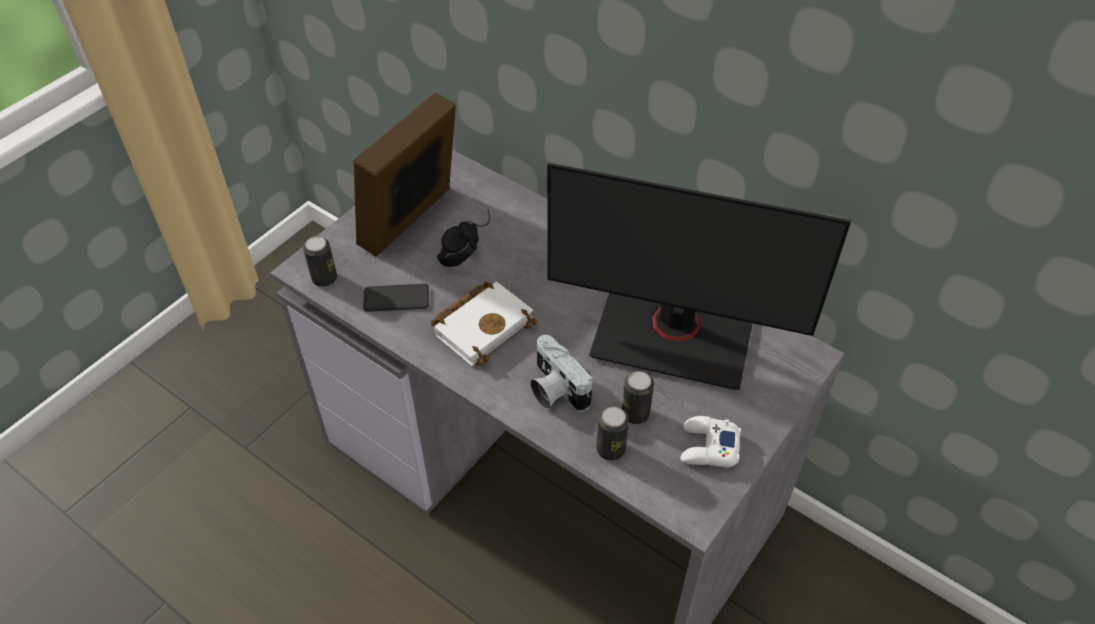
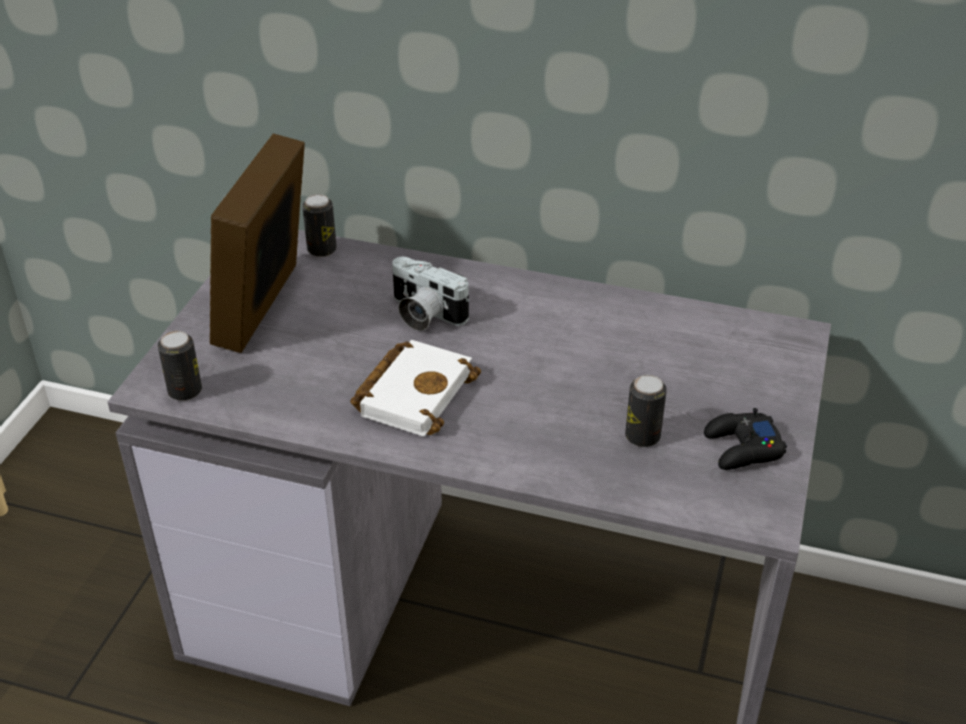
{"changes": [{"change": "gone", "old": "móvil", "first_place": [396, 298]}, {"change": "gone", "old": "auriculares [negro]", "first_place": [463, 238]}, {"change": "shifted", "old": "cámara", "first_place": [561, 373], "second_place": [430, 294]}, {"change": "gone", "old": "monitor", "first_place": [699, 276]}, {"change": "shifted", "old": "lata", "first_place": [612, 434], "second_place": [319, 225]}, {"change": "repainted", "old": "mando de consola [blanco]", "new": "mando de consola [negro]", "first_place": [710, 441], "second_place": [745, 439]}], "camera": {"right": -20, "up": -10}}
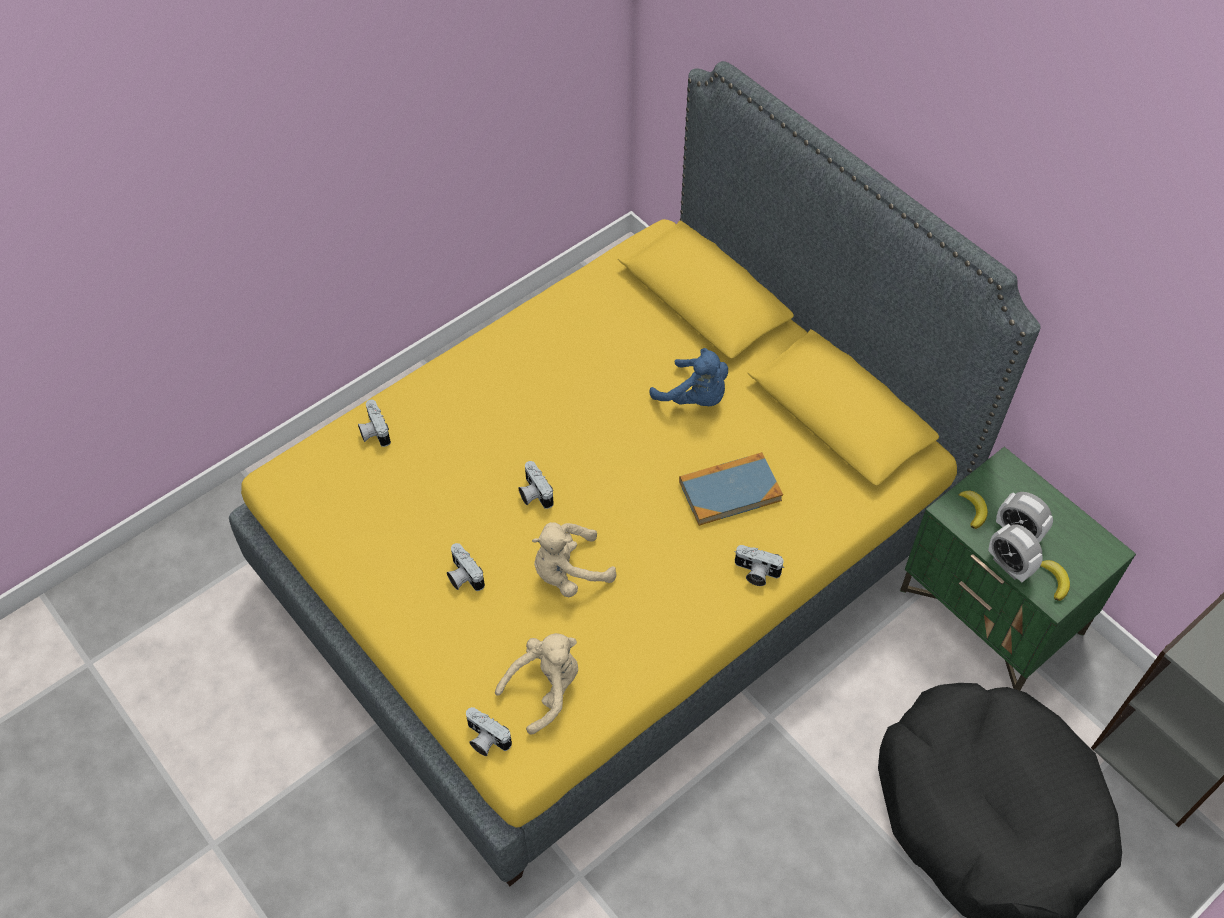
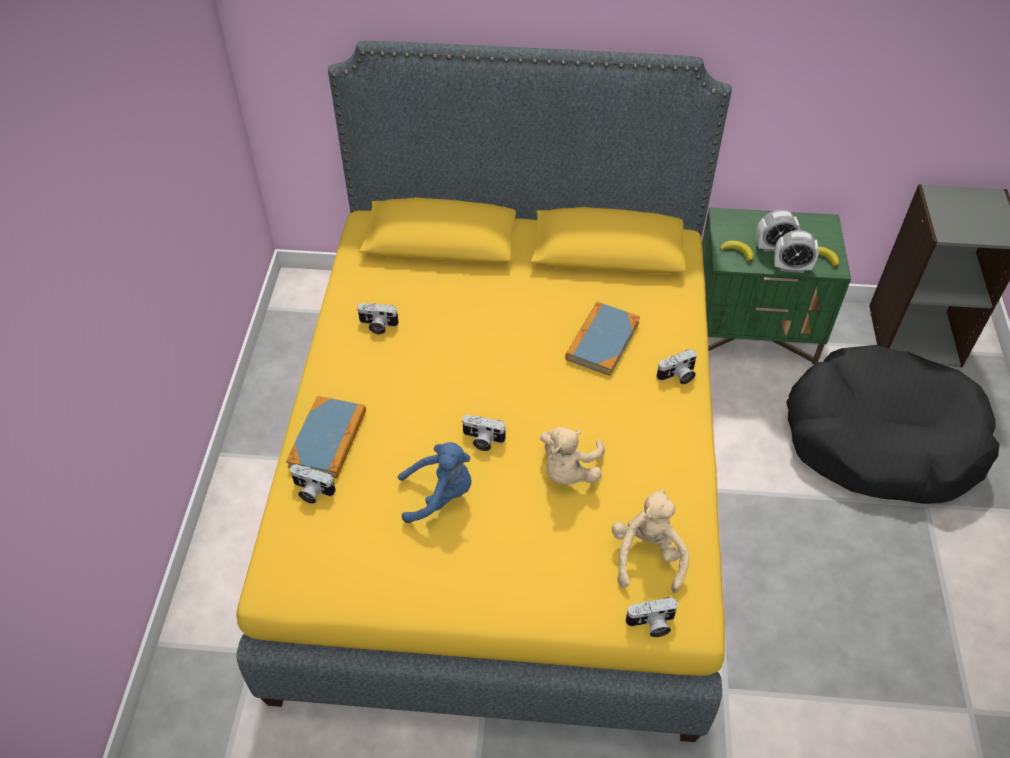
{"changes": [{"change": "shifted", "old": "cámara", "first_place": [466, 567], "second_place": [378, 319]}, {"change": "shifted", "old": "peluche [azul]", "first_place": [689, 377], "second_place": [435, 482]}, {"change": "new", "new": "libro", "second_place": [326, 437]}], "camera": {"right": -45, "up": -5}}
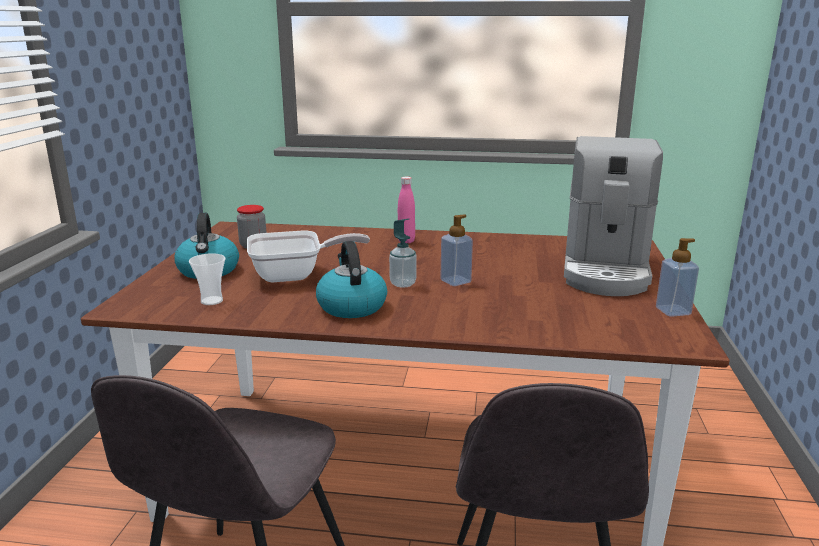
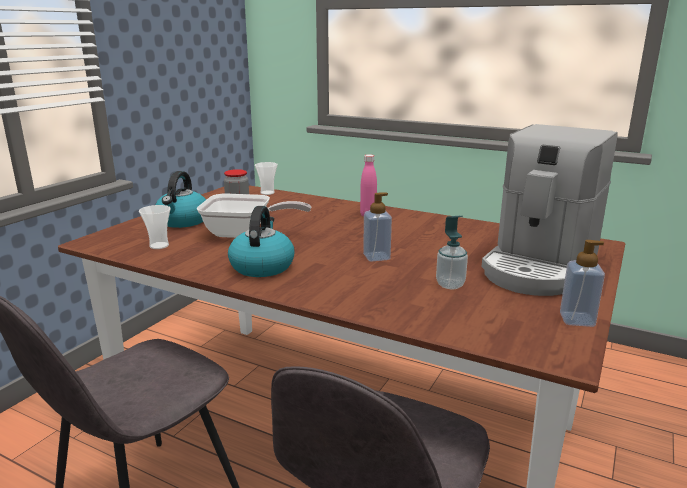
{"changes": [{"change": "shifted", "old": "dispensador de jabón", "first_place": [402, 253], "second_place": [452, 252]}, {"change": "new", "new": "taza", "second_place": [266, 178]}], "camera": {"right": 20, "up": 0}}
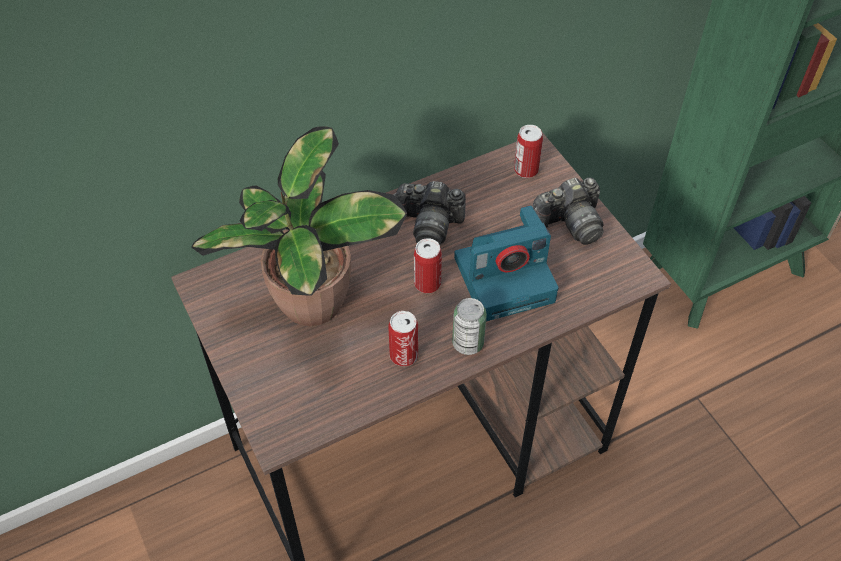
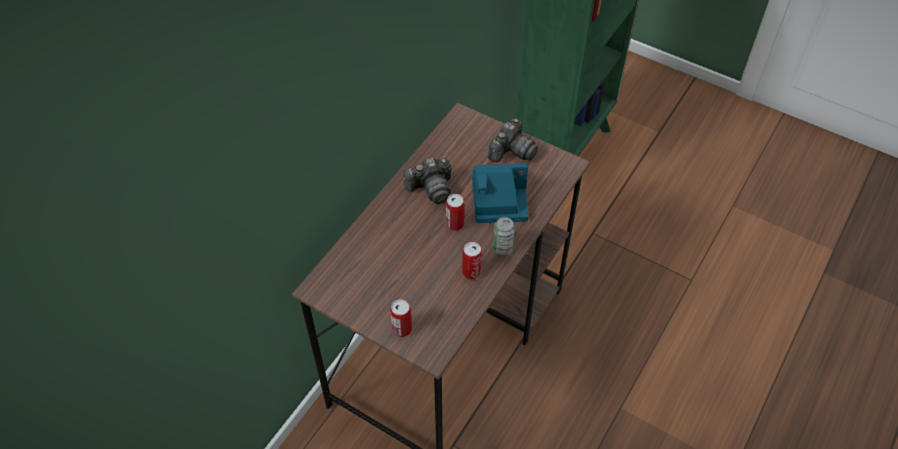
{"changes": [{"change": "gone", "old": "planta en maceta", "first_place": [299, 226]}, {"change": "rotated", "old": "cámara", "first_place": [506, 263], "second_place": [500, 192], "degrees": -135}, {"change": "shifted", "old": "lata", "first_place": [528, 151], "second_place": [401, 318]}], "camera": {"right": -30, "up": 0}}
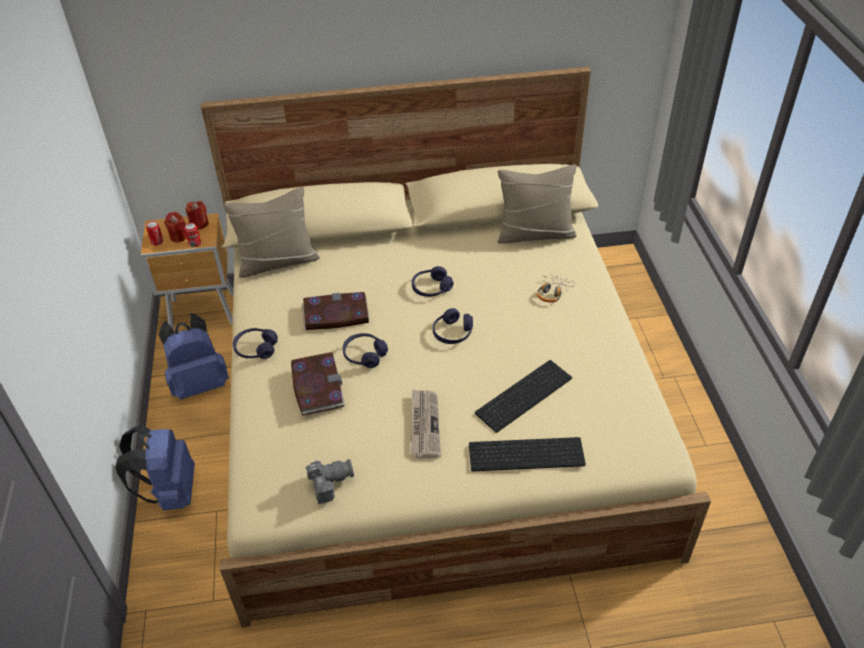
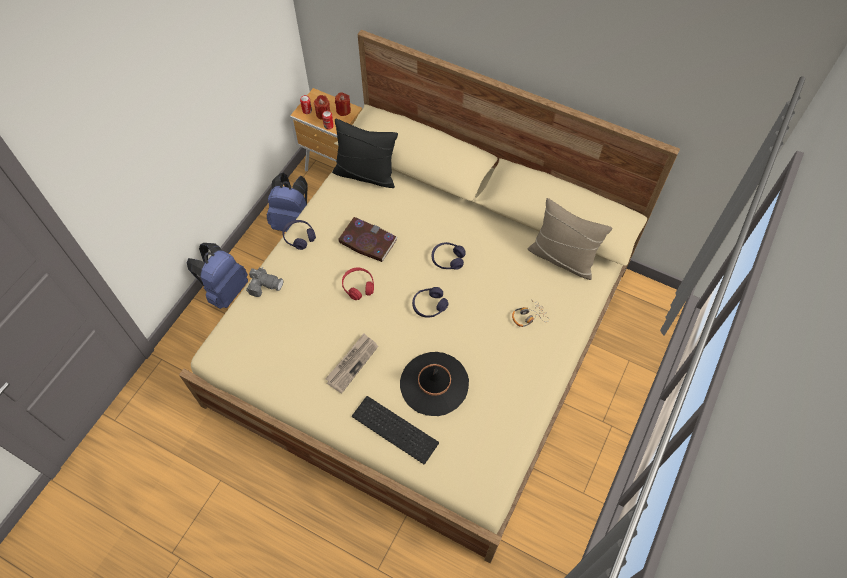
{"changes": [{"change": "repainted", "old": "cojín [beis]", "new": "cojín [negro]", "first_place": [271, 232], "second_place": [365, 153]}, {"change": "gone", "old": "libro", "first_place": [318, 384]}, {"change": "shifted", "old": "cámara", "first_place": [330, 481], "second_place": [264, 282]}, {"change": "repainted", "old": "auriculares [morado]", "new": "auriculares [rojo]", "first_place": [365, 350], "second_place": [358, 284]}, {"change": "swapped", "old": "teclado", "new": "sombrero [negro]", "first_place": [523, 396], "second_place": [434, 384]}], "camera": {"right": 35, "up": 15}}
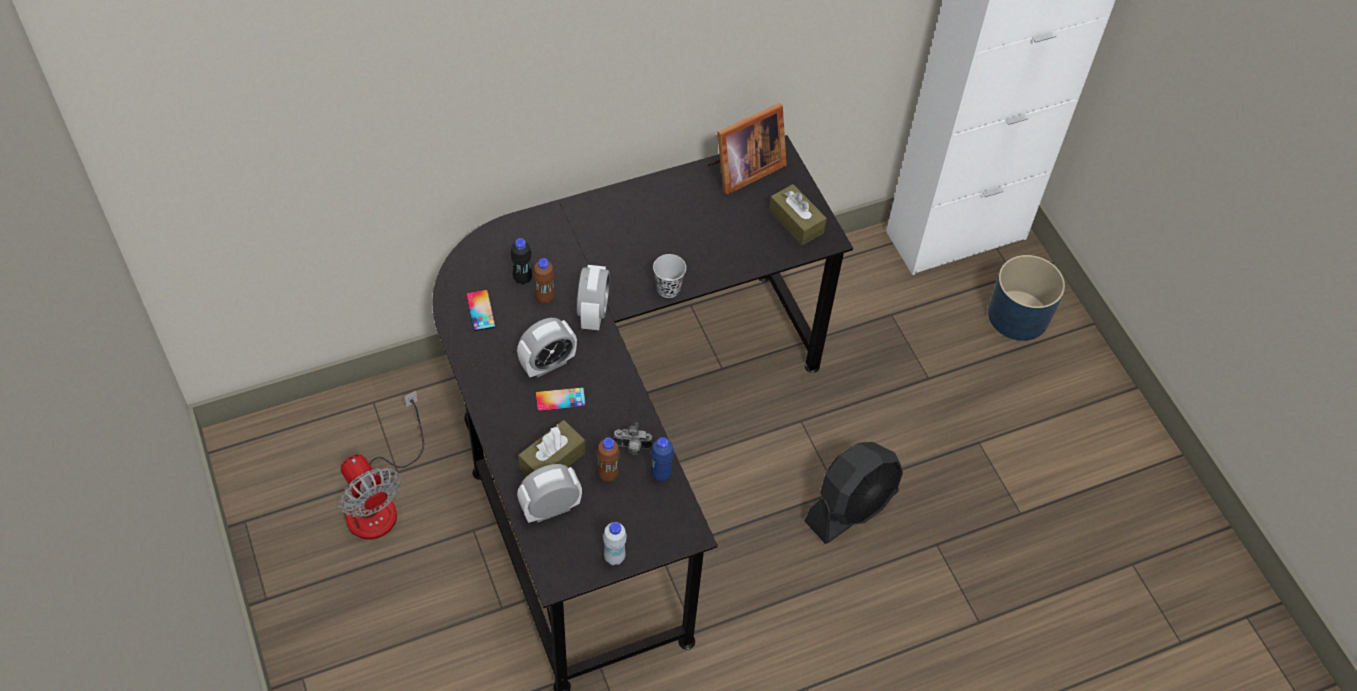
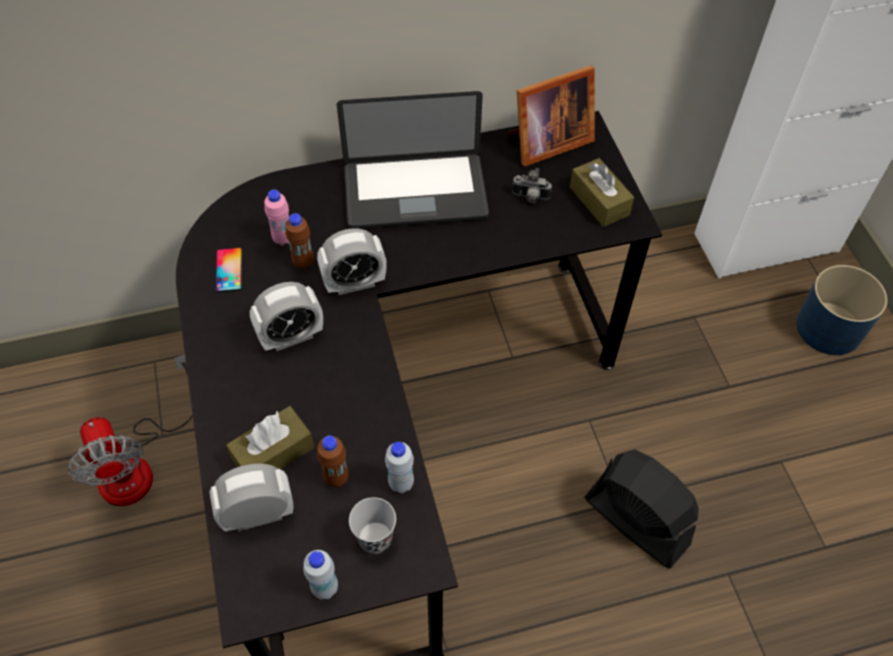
{"changes": [{"change": "repainted", "old": "botella [negro]", "new": "botella [rosa]", "first_place": [521, 261], "second_place": [276, 218]}, {"change": "gone", "old": "móvil", "first_place": [561, 399]}, {"change": "rotated", "old": "despertador", "first_place": [593, 297], "second_place": [352, 261], "degrees": 60}, {"change": "shifted", "old": "cámara", "first_place": [632, 439], "second_place": [532, 185]}, {"change": "repainted", "old": "botella [azul]", "new": "botella [blanco]", "first_place": [662, 459], "second_place": [399, 467]}, {"change": "shifted", "old": "taza [negro]", "first_place": [669, 276], "second_place": [372, 525]}, {"change": "rotated", "old": "ventilador [negro]", "first_place": [854, 493], "second_place": [641, 509], "degrees": -105}, {"change": "new", "new": "portátil", "second_place": [413, 160]}], "camera": {"right": 10, "up": 0}}
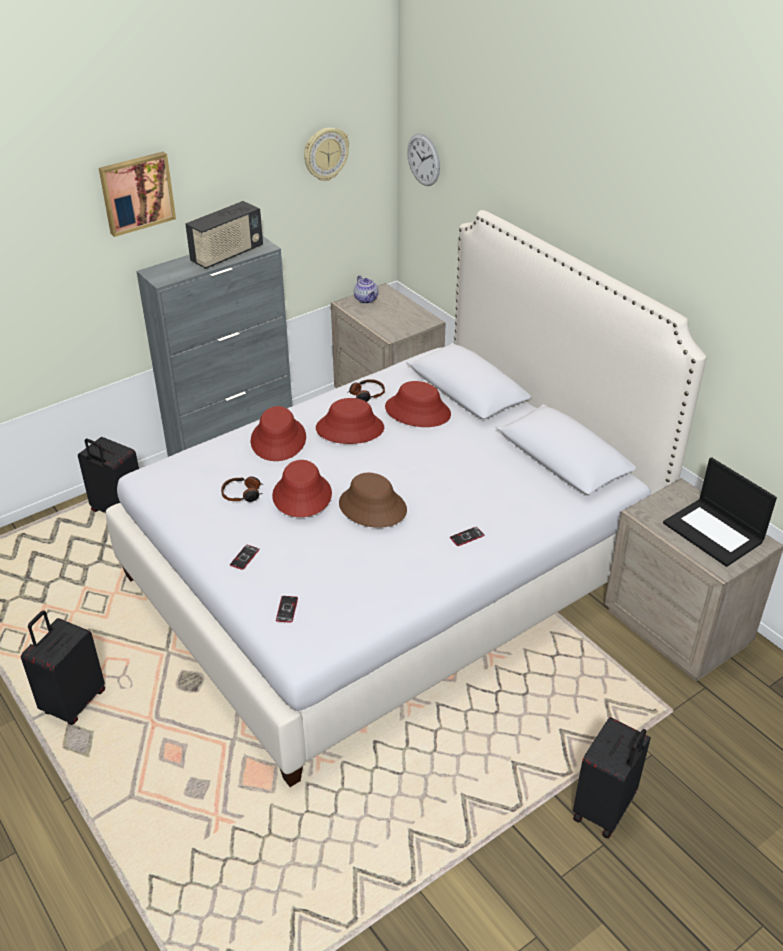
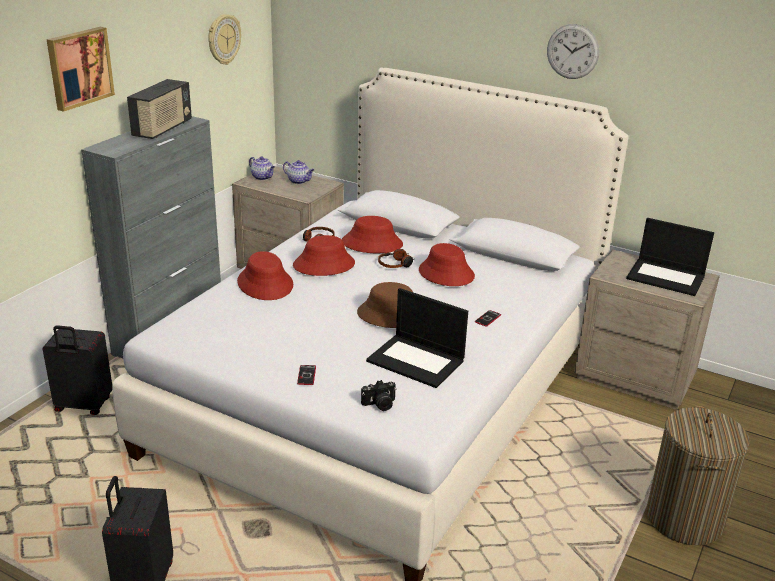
{"changes": [{"change": "shifted", "old": "auriculares", "first_place": [242, 489], "second_place": [396, 258]}, {"change": "shifted", "old": "sombrero [rojo]", "first_place": [302, 488], "second_place": [447, 264]}, {"change": "swapped", "old": "móvil", "new": "cámara", "first_place": [287, 609], "second_place": [378, 395]}, {"change": "shifted", "old": "reloj de pared", "first_place": [423, 159], "second_place": [573, 51]}, {"change": "swapped", "old": "maleta [negro]", "new": "cesto de la ropa", "first_place": [612, 778], "second_place": [698, 475]}, {"change": "new", "new": "tetera", "second_place": [299, 172]}, {"change": "new", "new": "portátil", "second_place": [417, 338]}], "camera": {"right": -25, "up": -10}}
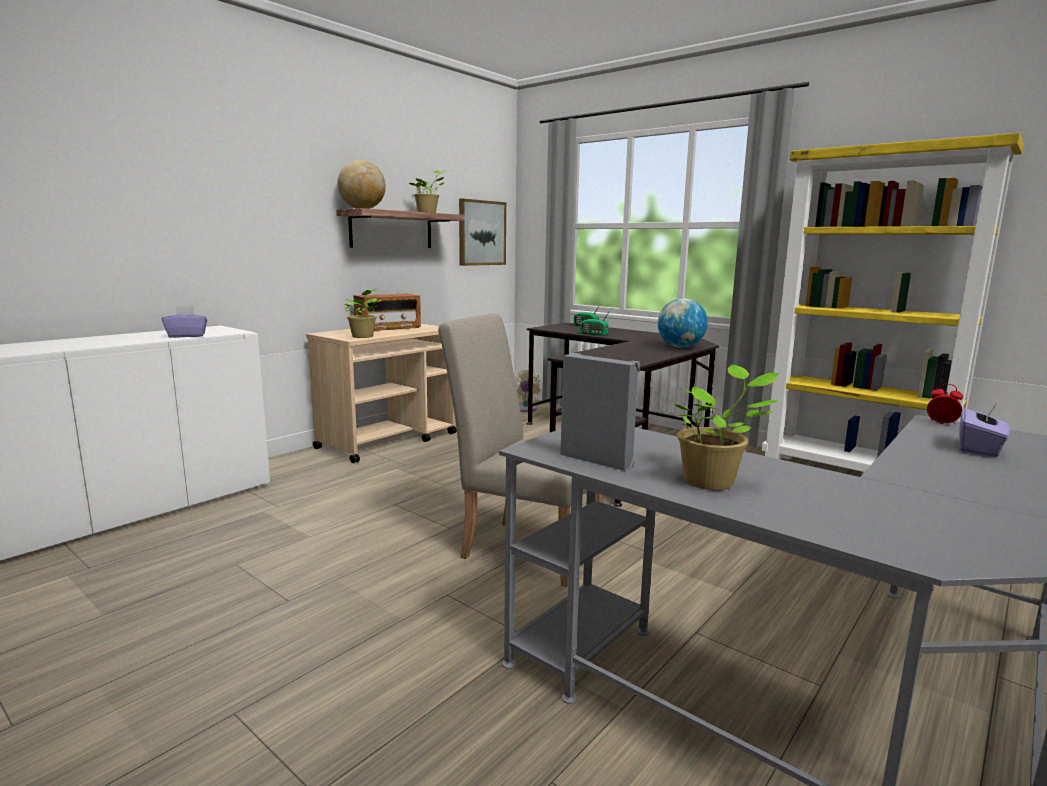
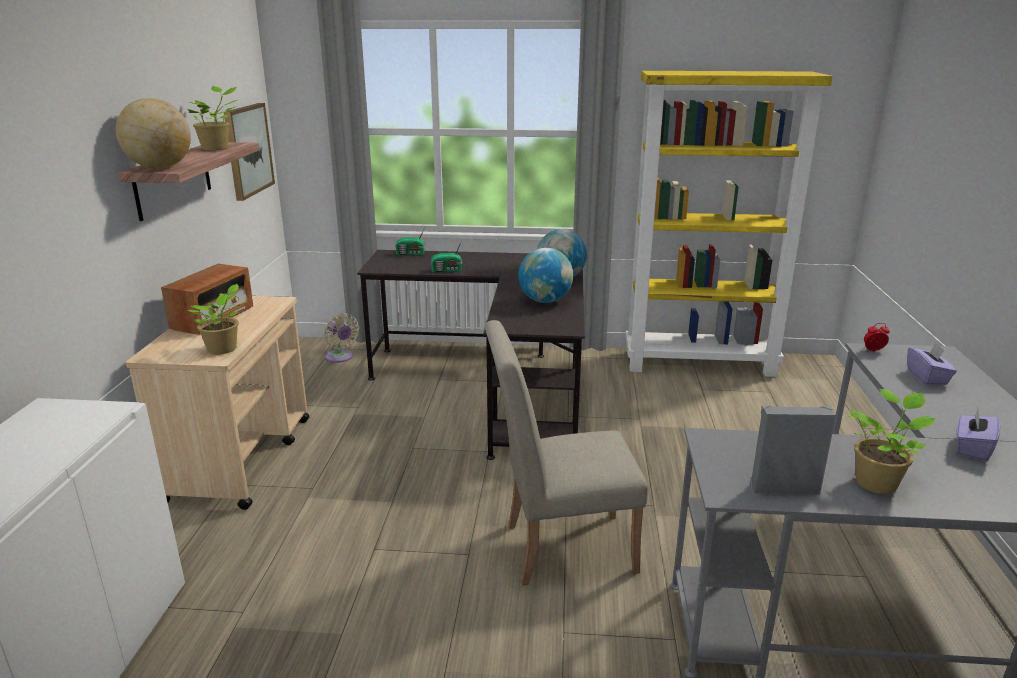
{"changes": [{"change": "shifted", "old": "caja de pañuelos [morado]", "first_place": [184, 322], "second_place": [978, 434]}, {"change": "new", "new": "globo terráqueo", "second_place": [545, 275]}], "camera": {"right": -35, "up": 10}}
